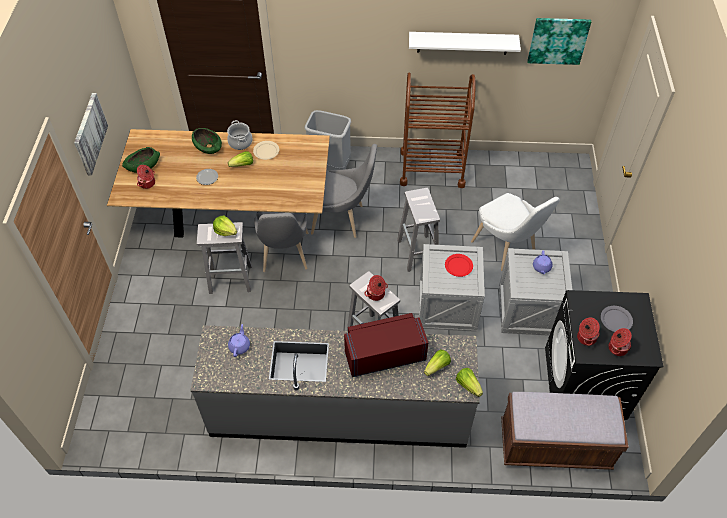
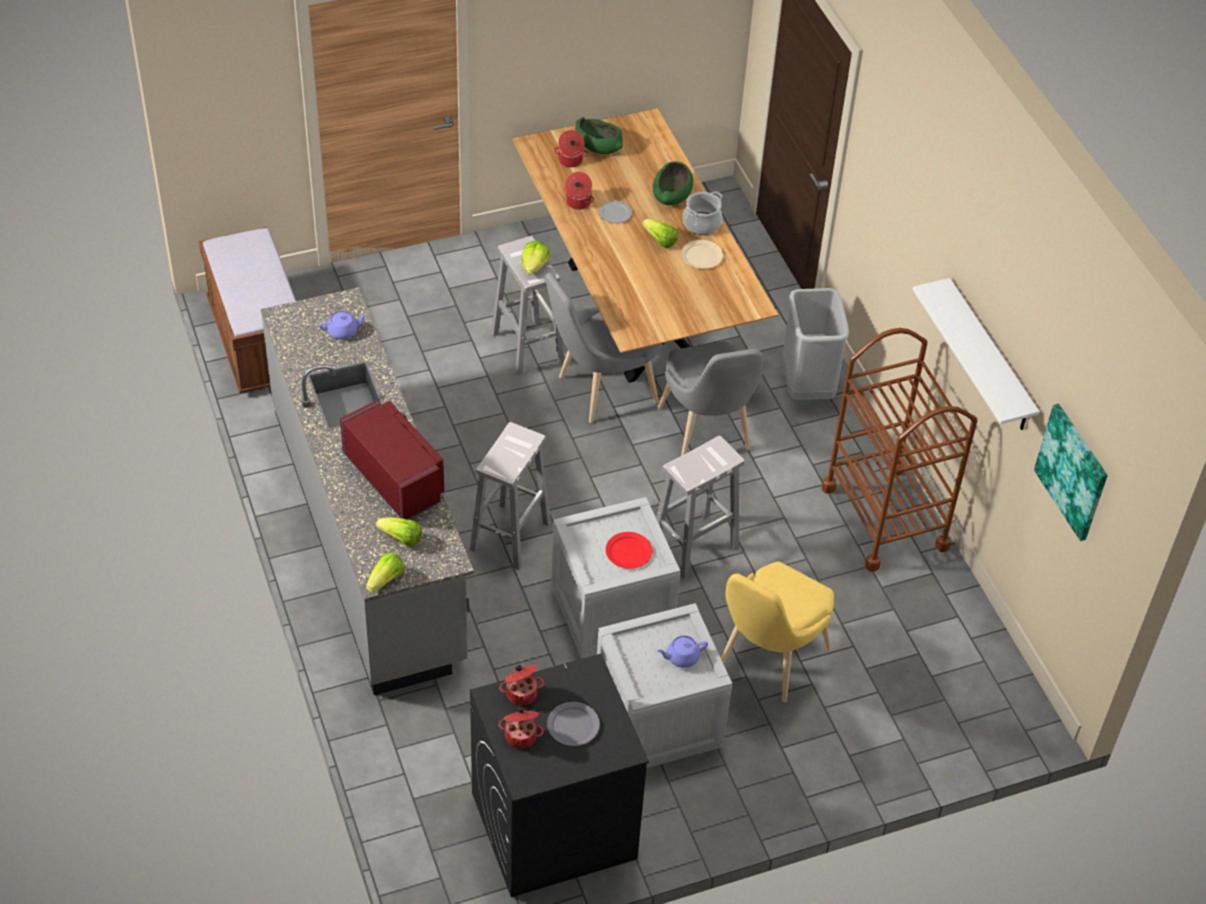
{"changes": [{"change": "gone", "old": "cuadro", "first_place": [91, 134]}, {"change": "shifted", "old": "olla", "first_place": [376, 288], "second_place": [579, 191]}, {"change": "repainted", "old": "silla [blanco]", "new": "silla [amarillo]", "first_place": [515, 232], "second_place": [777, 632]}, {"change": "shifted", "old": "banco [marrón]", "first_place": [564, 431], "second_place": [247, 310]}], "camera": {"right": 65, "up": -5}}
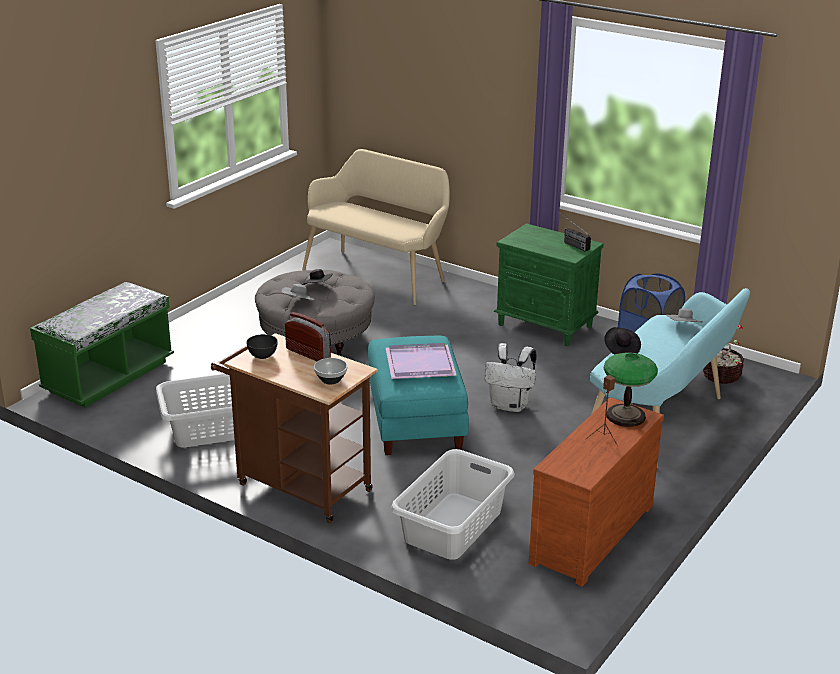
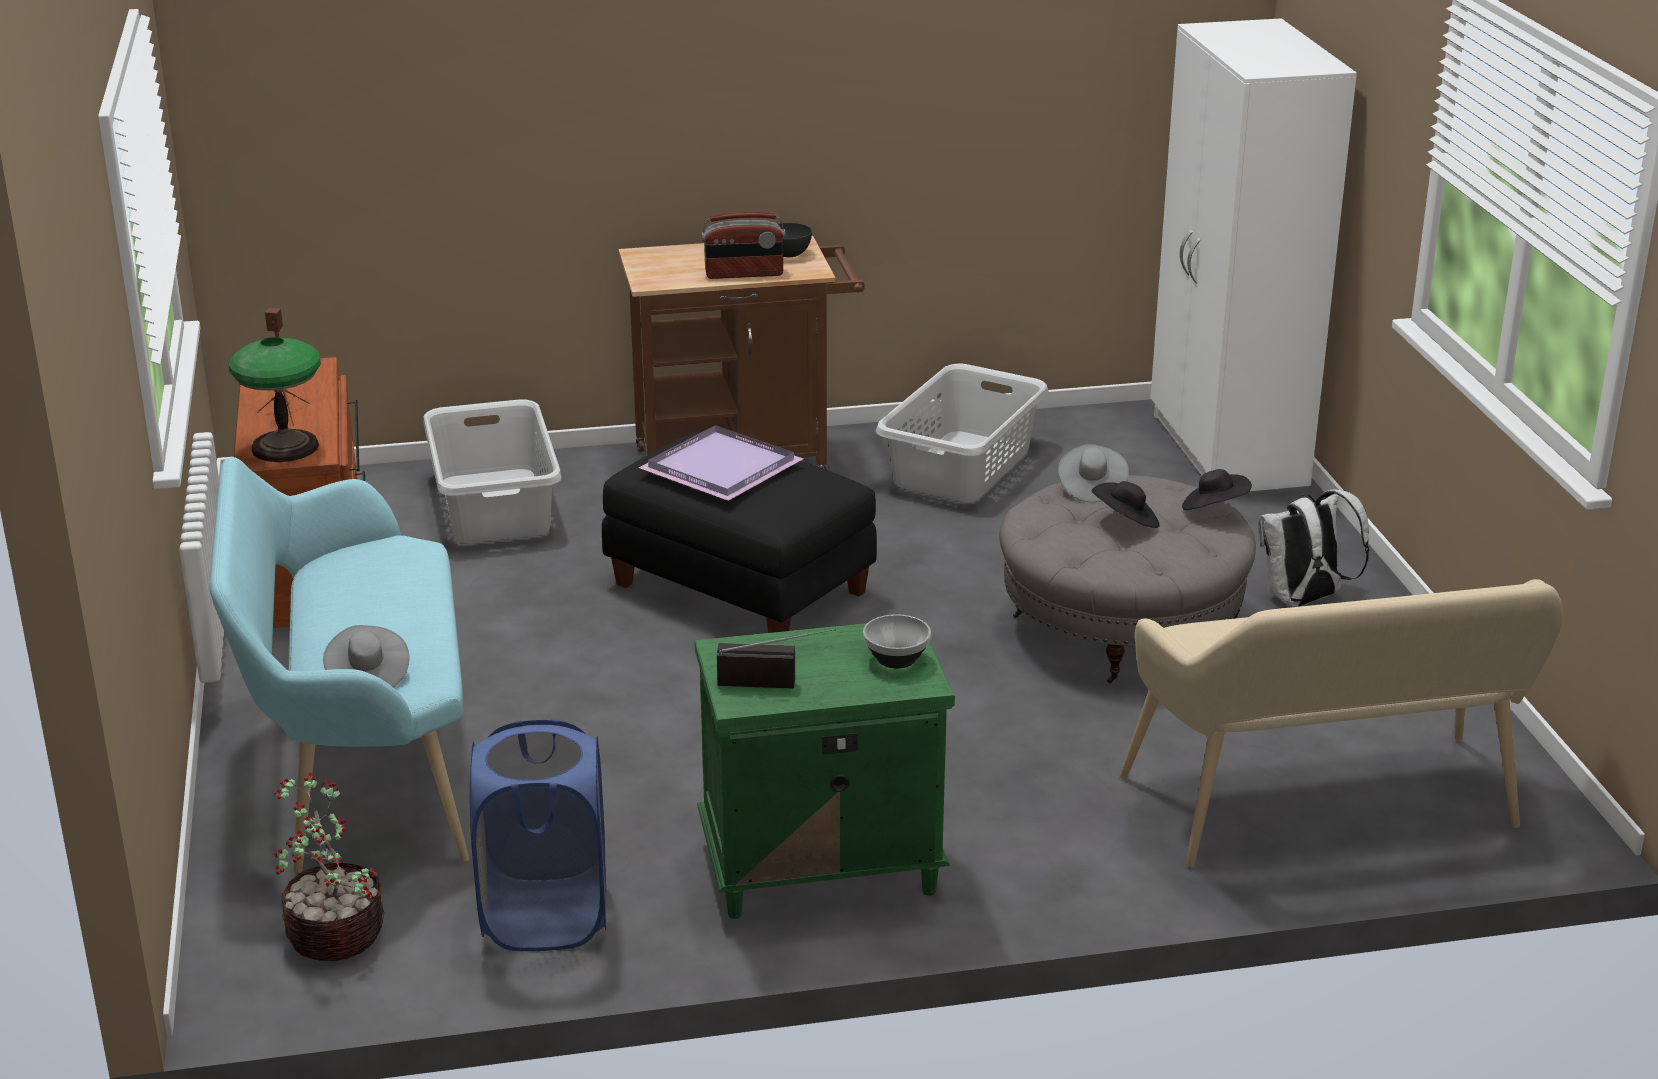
{"changes": [{"change": "swapped", "old": "banco [verde]", "new": "armario ropero [blanco]", "first_place": [102, 345], "second_place": [1254, 254]}, {"change": "shifted", "old": "cuenco", "first_place": [331, 371], "second_place": [897, 641]}, {"change": "repainted", "old": "puf [turquesa]", "new": "puf [negro]", "first_place": [418, 395], "second_place": [739, 532]}, {"change": "shifted", "old": "mochila [blanco]", "first_place": [511, 377], "second_place": [1314, 548]}, {"change": "shifted", "old": "sombrero [negro]", "first_place": [622, 341], "second_place": [1217, 489]}], "camera": {"right": 135, "up": 0}}
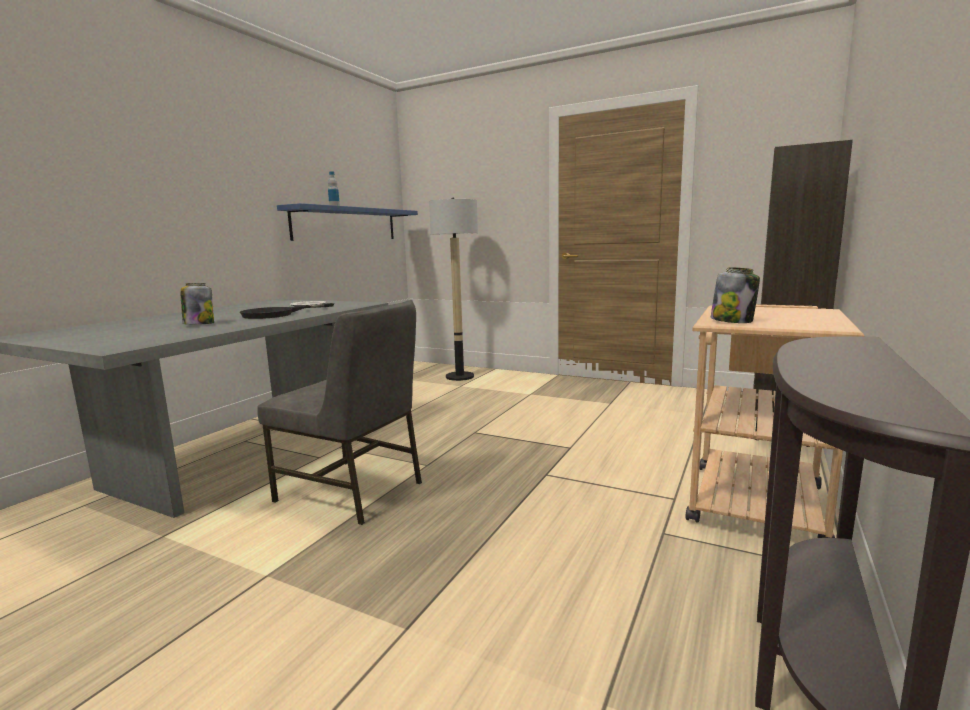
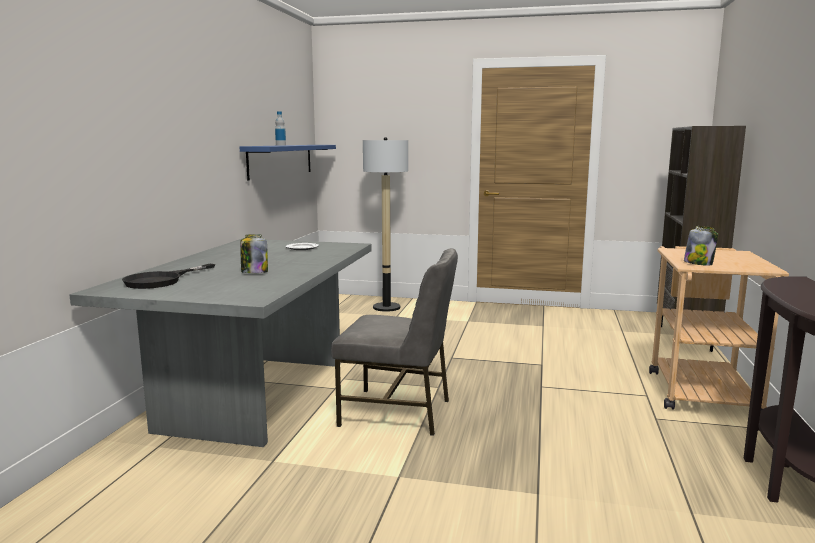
{"changes": [{"change": "shifted", "old": "sartén [negro]", "first_place": [287, 311], "second_place": [168, 276]}], "camera": {"right": -15, "up": 0}}
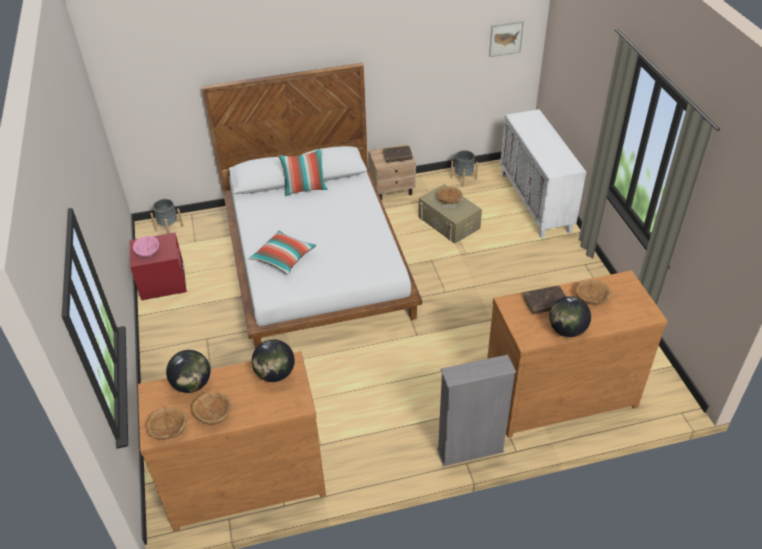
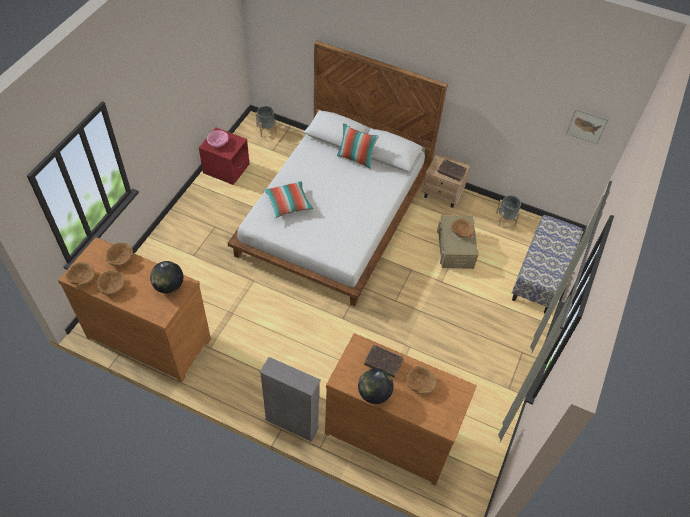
{"changes": [{"change": "swapped", "old": "globo terráqueo", "new": "cuenco [marrón]", "first_place": [188, 371], "second_place": [119, 254]}, {"change": "swapped", "old": "armario [blanco]", "new": "banco", "first_place": [543, 173], "second_place": [547, 264]}], "camera": {"right": 35, "up": 10}}
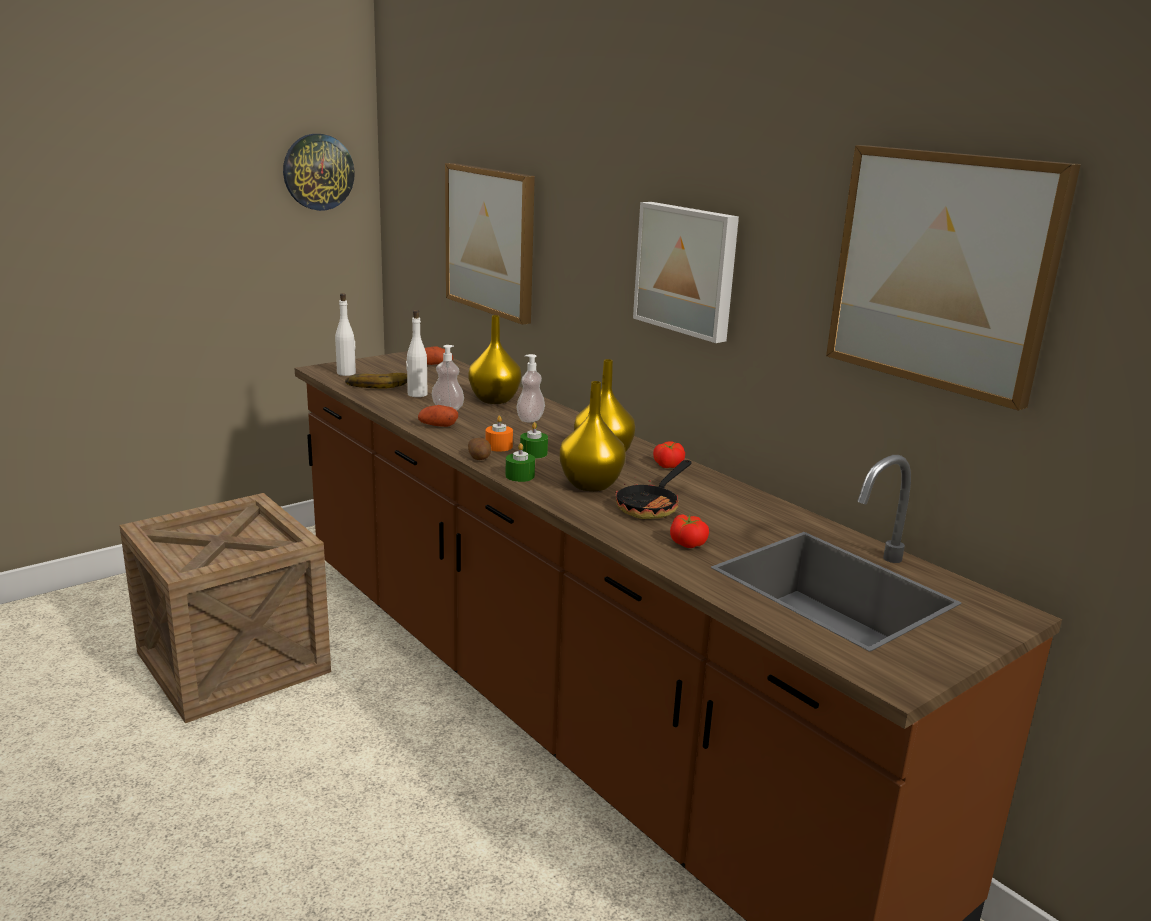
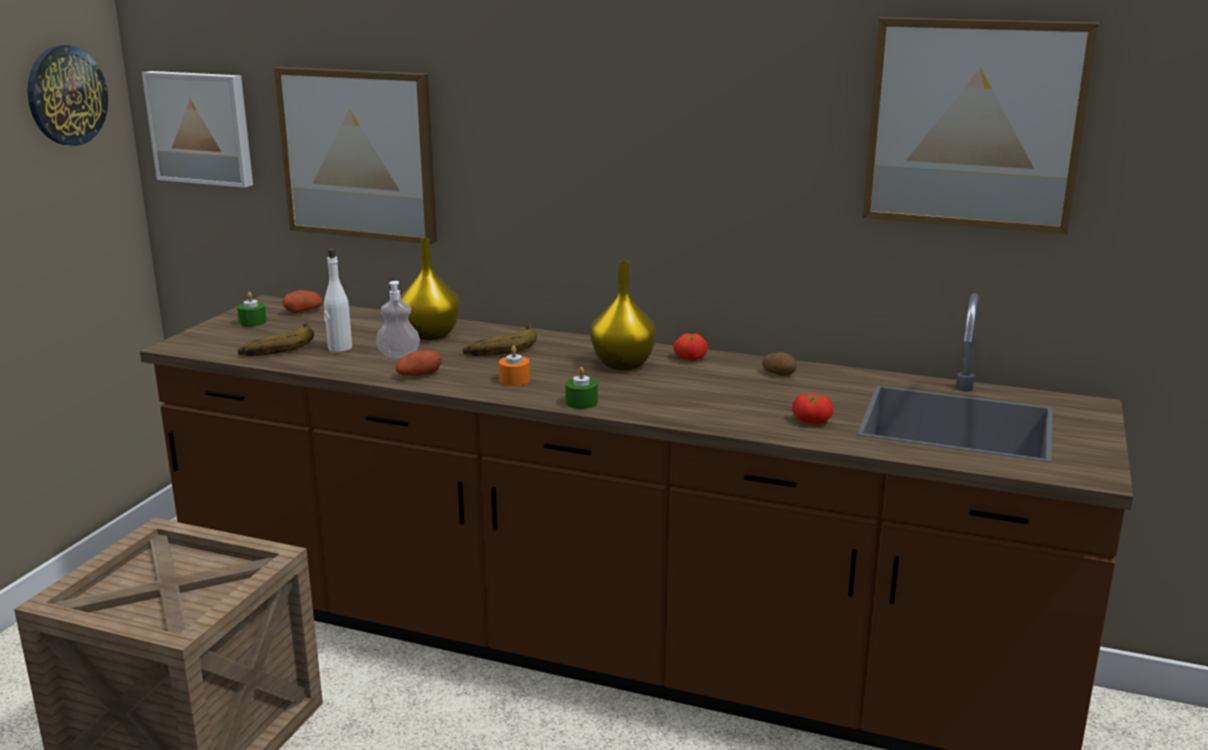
{"changes": [{"change": "gone", "old": "botella [blanco]", "first_place": [345, 334]}, {"change": "shifted", "old": "patata", "first_place": [479, 449], "second_place": [779, 364]}, {"change": "swapped", "old": "dispensador de jabón", "new": "plátano", "first_place": [531, 388], "second_place": [500, 340]}, {"change": "shifted", "old": "vela [verde]", "first_place": [534, 440], "second_place": [252, 309]}, {"change": "gone", "old": "florero [amarillo]", "first_place": [593, 436]}, {"change": "gone", "old": "sartén", "first_place": [654, 489]}, {"change": "shifted", "old": "cuadro", "first_place": [686, 272], "second_place": [197, 129]}], "camera": {"right": -30, "up": 0}}
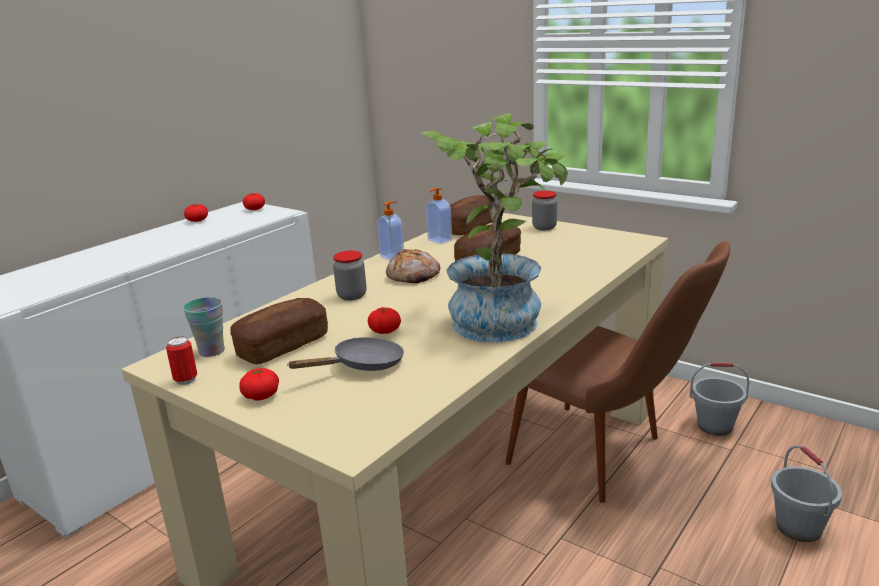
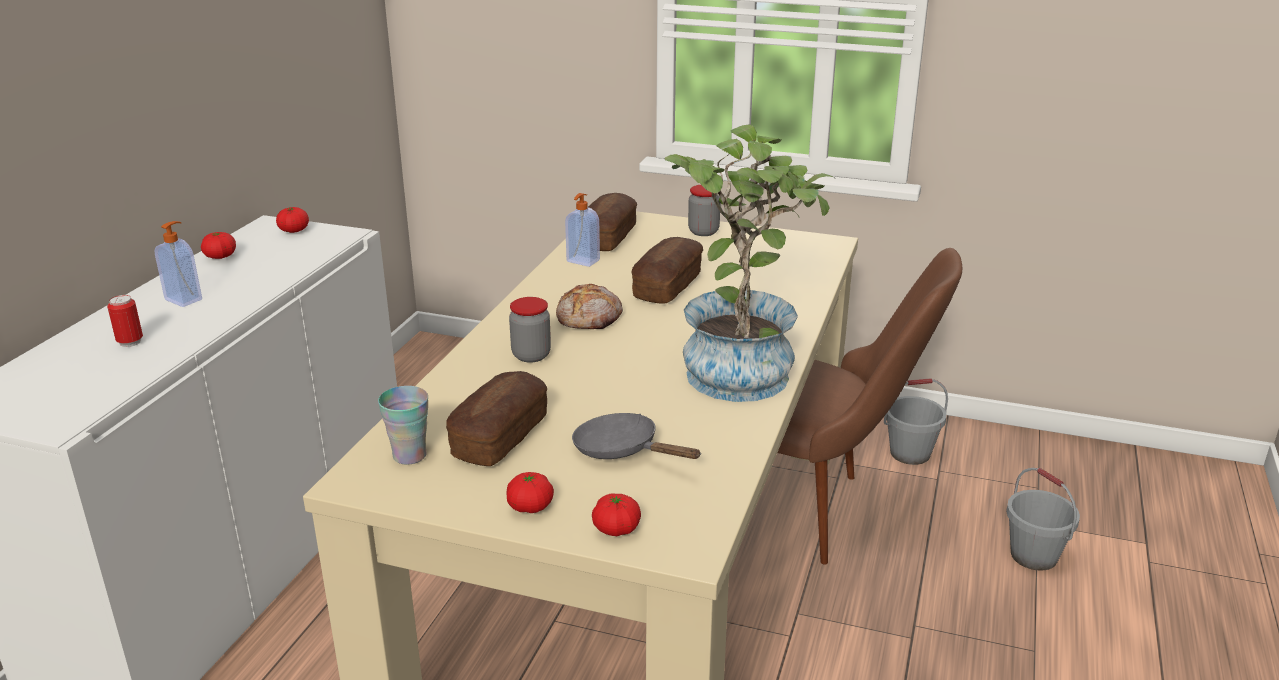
{"changes": [{"change": "shifted", "old": "lata", "first_place": [181, 360], "second_place": [125, 321]}, {"change": "rotated", "old": "sartén [gris]", "first_place": [345, 354], "second_place": [636, 436], "degrees": -90}, {"change": "shifted", "old": "tomate", "first_place": [384, 320], "second_place": [616, 515]}, {"change": "shifted", "old": "dispensador de jabón", "first_place": [390, 231], "second_place": [178, 264]}], "camera": {"right": -20, "up": 5}}
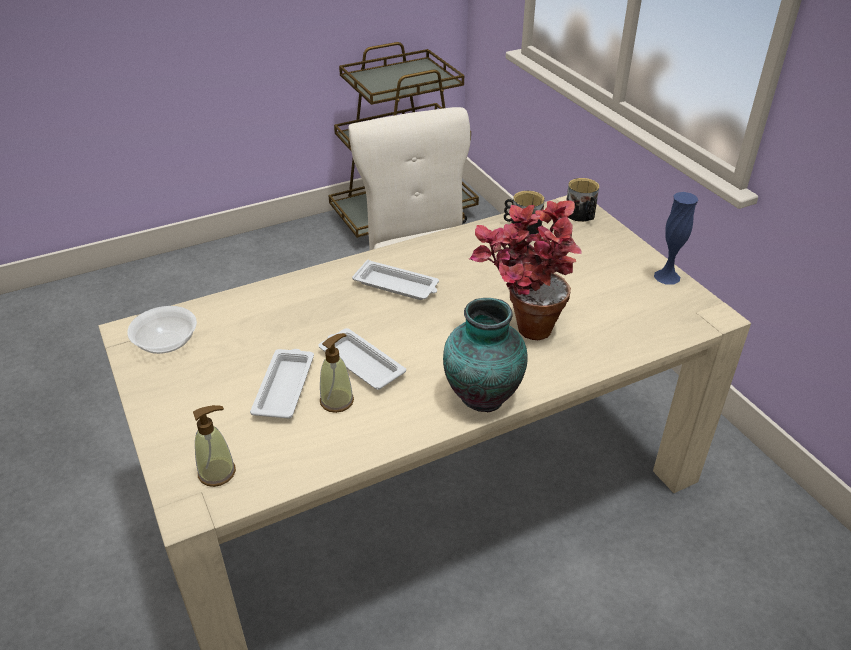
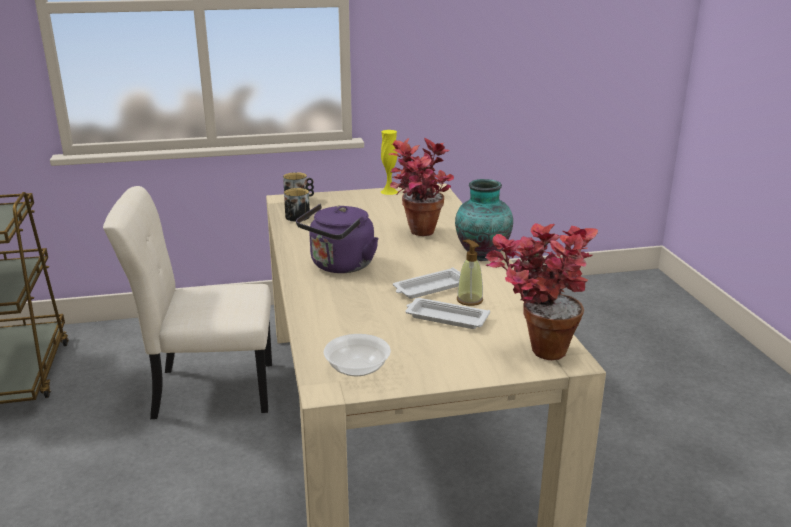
{"changes": [{"change": "swapped", "old": "dispensador de jabón", "new": "planta en maceta", "first_place": [214, 446], "second_place": [541, 291]}, {"change": "swapped", "old": "bandeja [blanco]", "new": "hervidor [morado]", "first_place": [395, 280], "second_place": [337, 238]}, {"change": "repainted", "old": "florero [azul]", "new": "florero [amarillo]", "first_place": [676, 238], "second_place": [389, 162]}], "camera": {"right": -75, "up": -15}}
